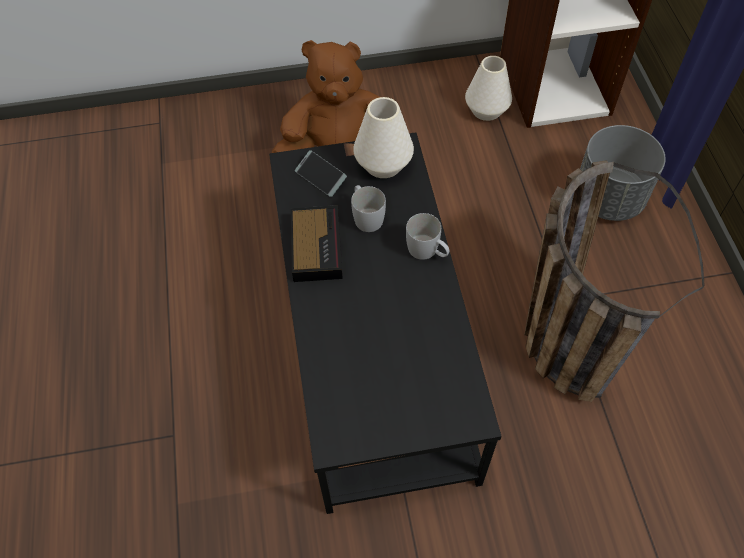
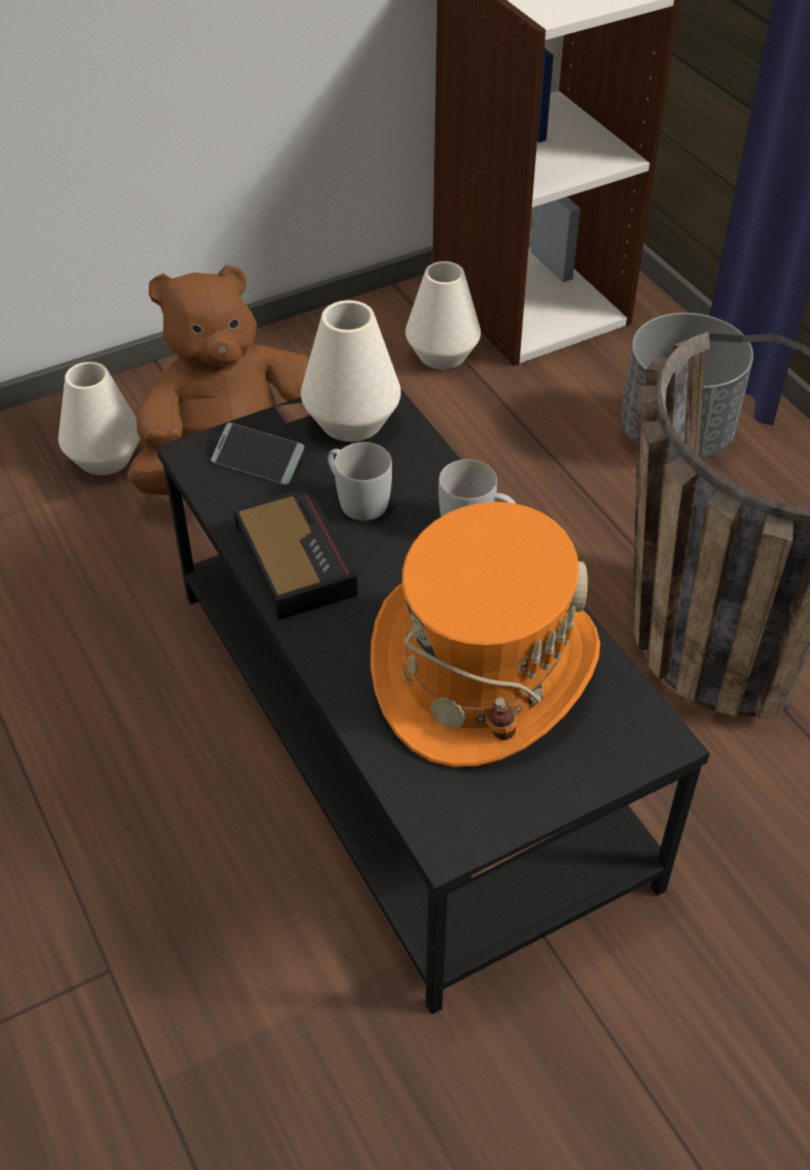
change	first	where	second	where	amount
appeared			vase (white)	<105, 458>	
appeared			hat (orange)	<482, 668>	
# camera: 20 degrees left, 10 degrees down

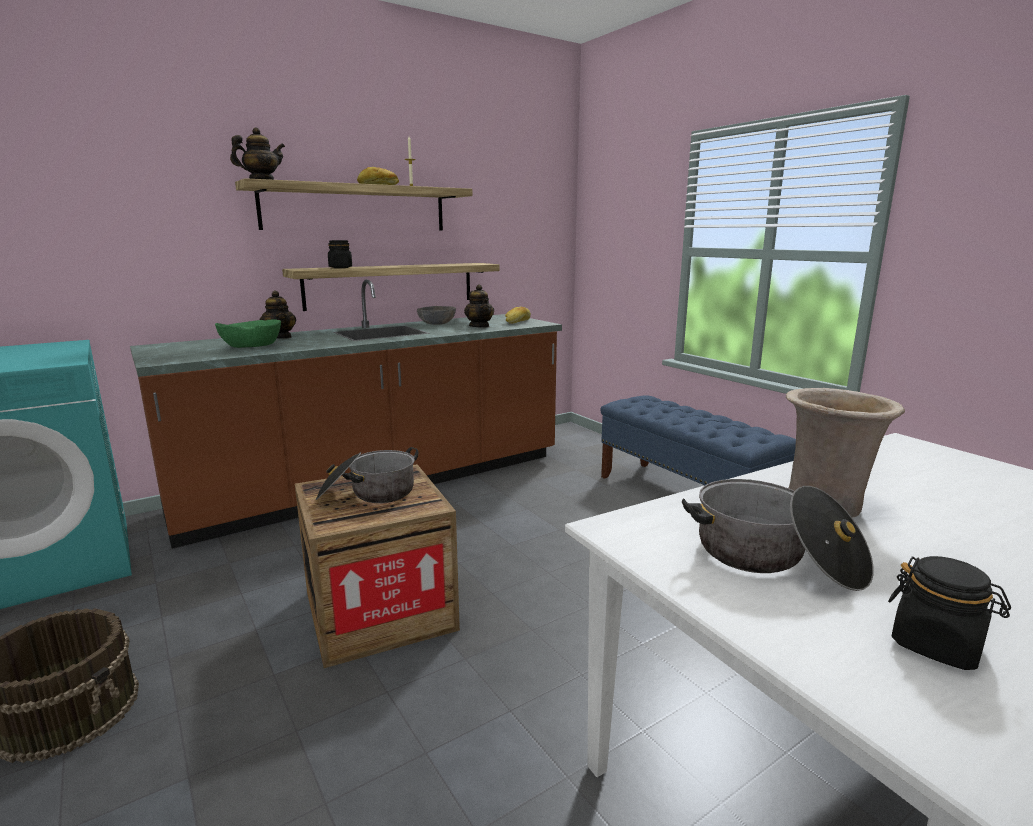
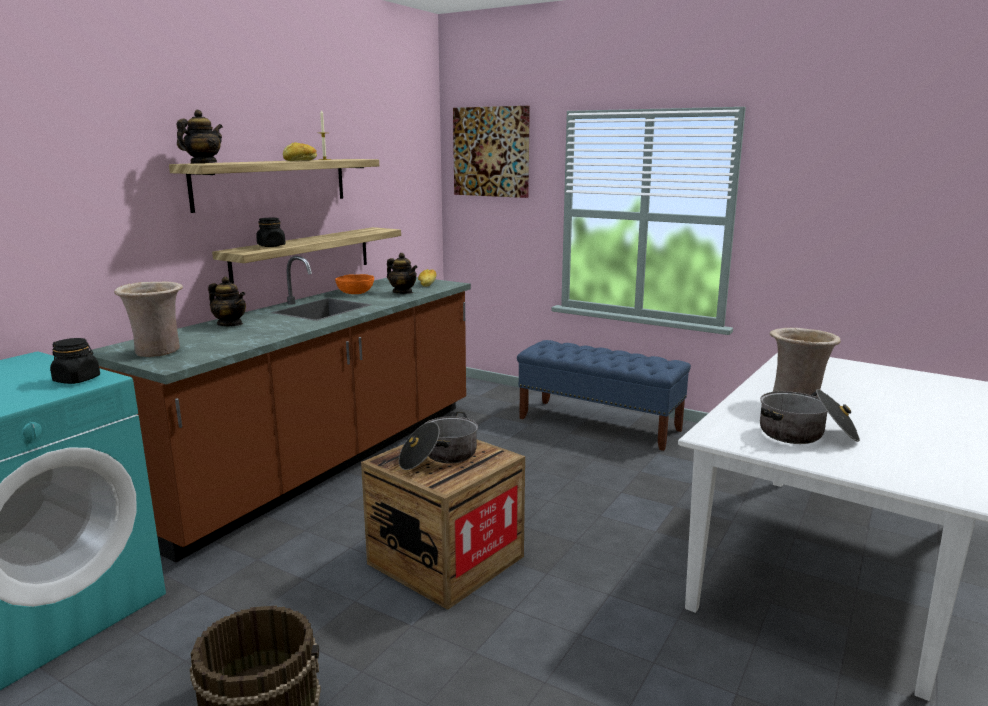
change	first	where	second	where	amount
relocated	jar (black)	<936, 645>		<77, 380>	
appeared			vase (beige)	<159, 352>	
colour	bowl (grey)	<437, 324>	bowl (orange)	<355, 293>	
appeared			picture	<491, 152>	
missing	bowl (green)	<251, 347>			
# camera: 25 degrees left, 0 degrees up

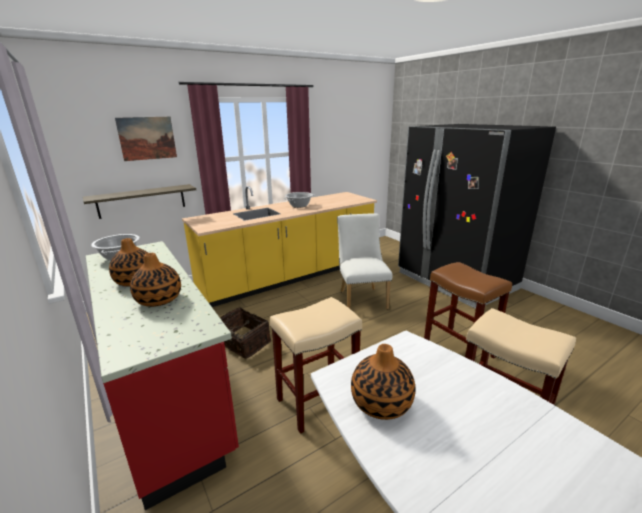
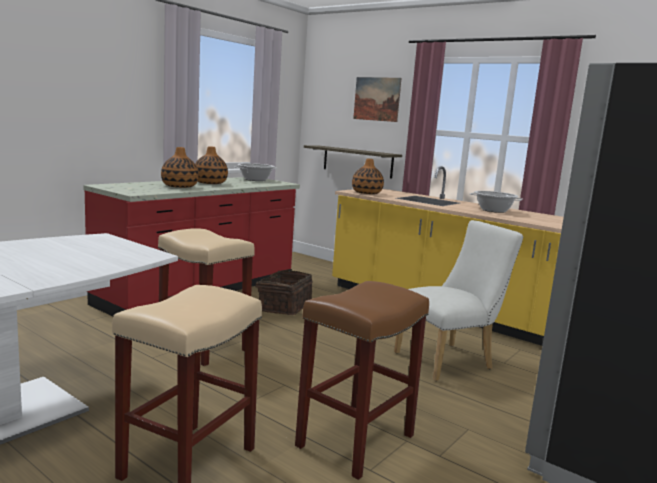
change	first	where	second	where	amount
relocated	vase	<381, 403>		<366, 193>	
# camera: 70 degrees right, 10 degrees down

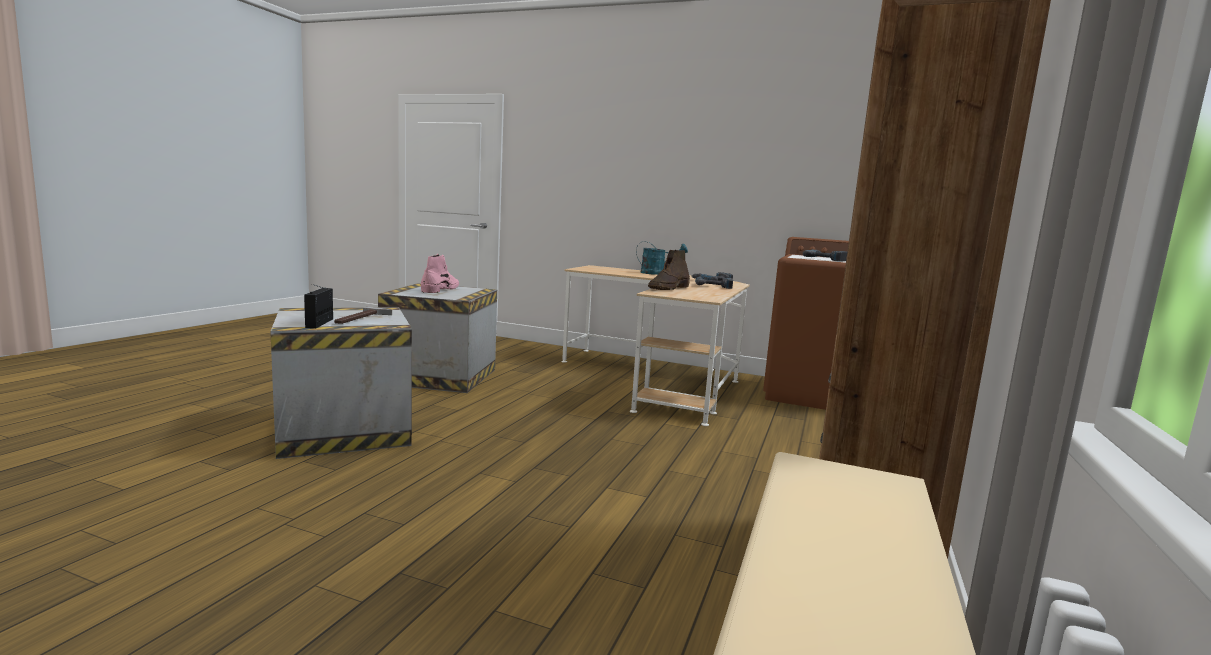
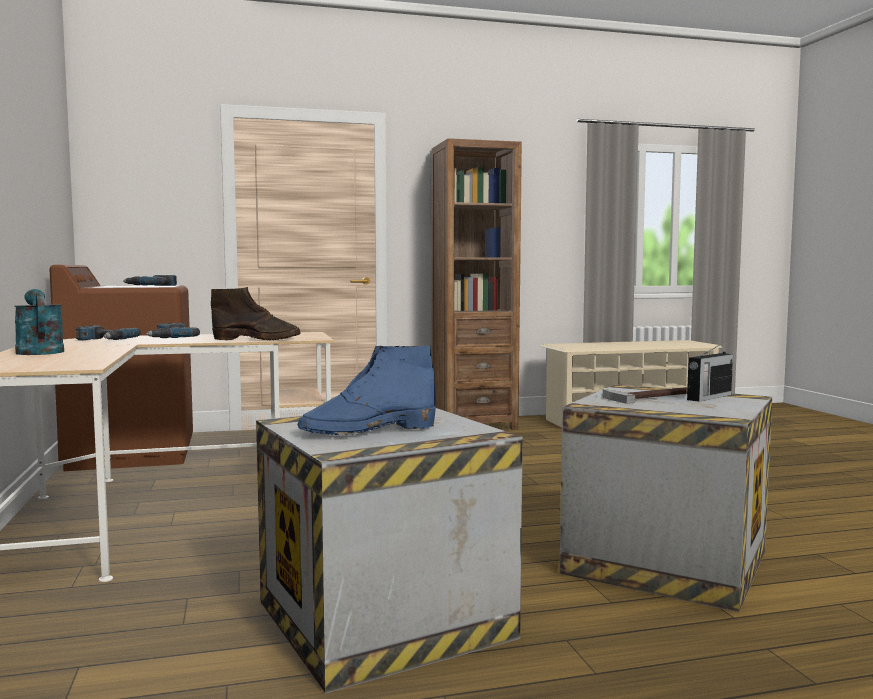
change	first	where	second	where	amount
colour	boot (pink)	<440, 289>	boot (blue)	<367, 431>	
# camera: 125 degrees left, 5 degrees down

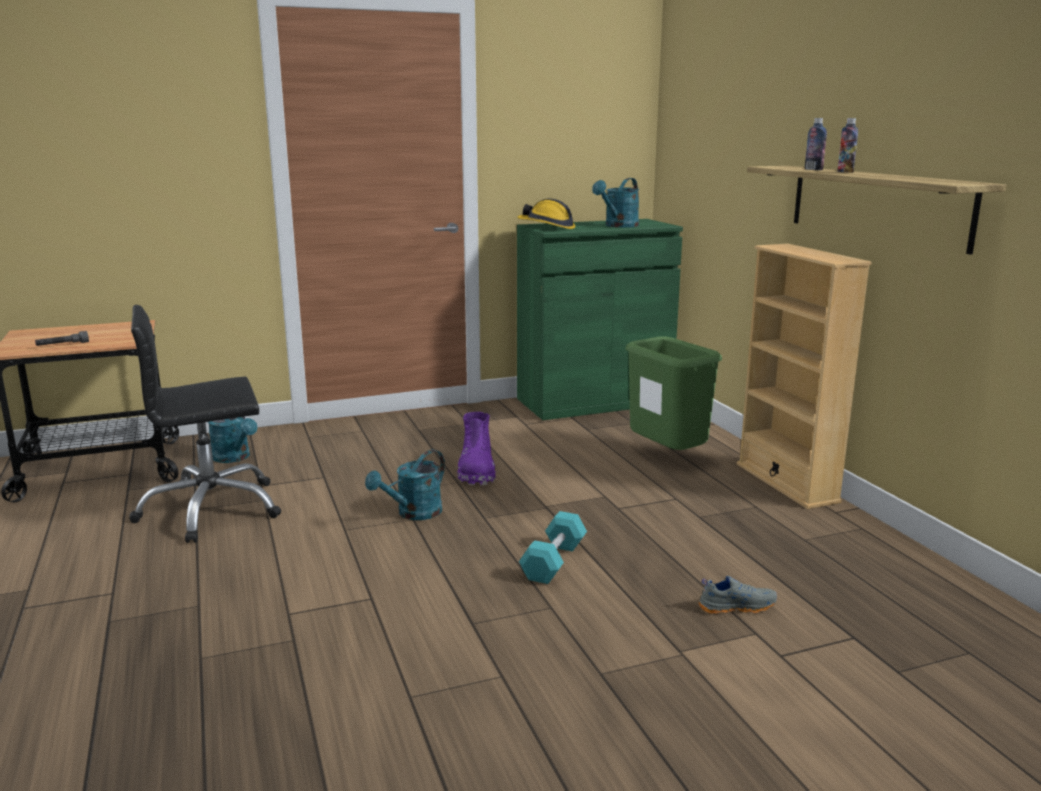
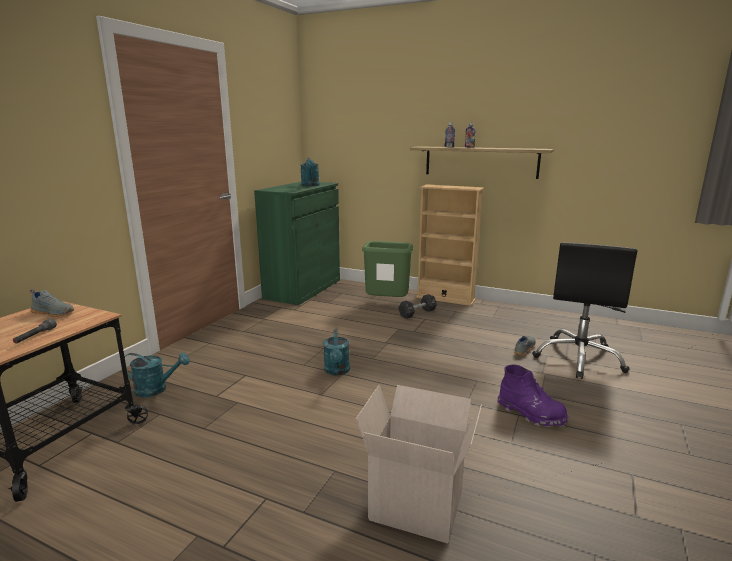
change	first	where	second	where	amount
appeared			shoe (grey)	<54, 313>	
appeared			cardboard box	<418, 504>	
appeared			dumbbell (black)	<417, 313>	
relocated	boot (purple)	<476, 472>		<531, 414>	
relocated	office chair (black)	<210, 509>		<579, 358>	
missing	hard hat	<547, 227>			
missing	dumbbell (turquoise)	<553, 561>			
# camera: 45 degrees left, 0 degrees up

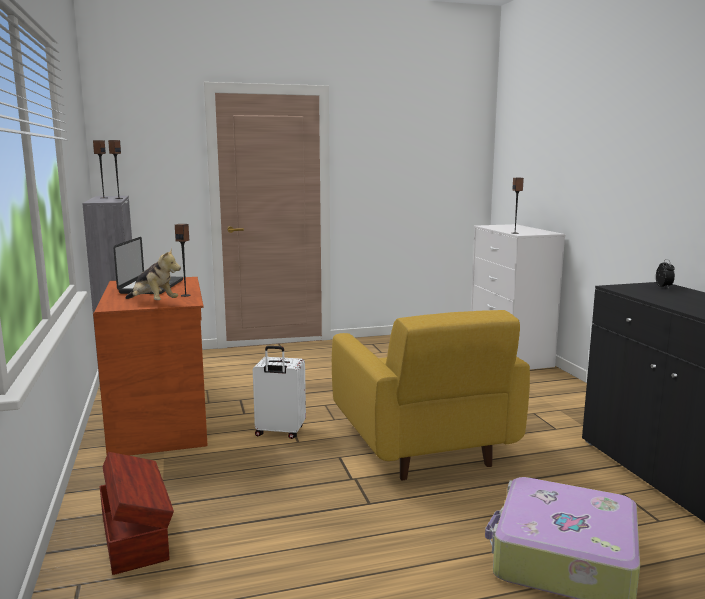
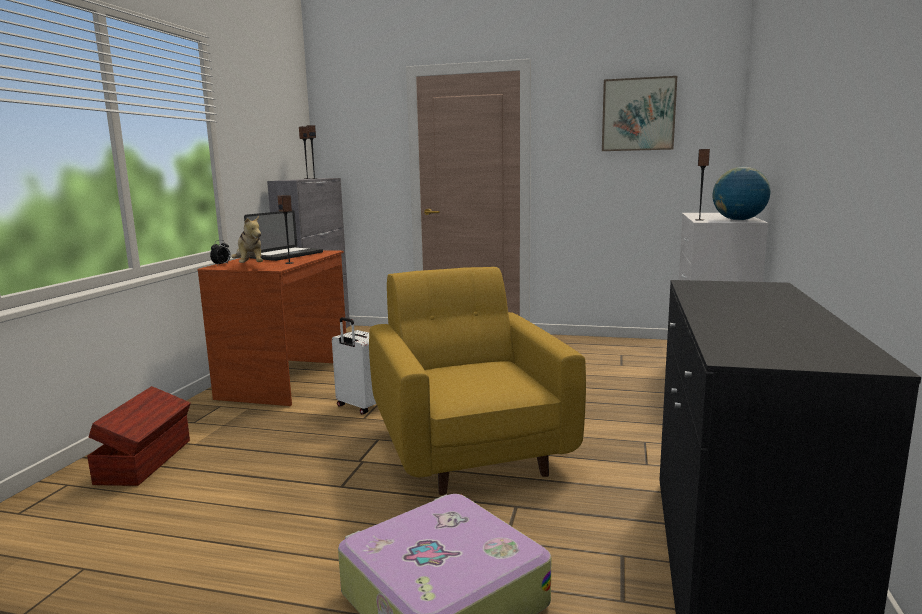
change	first	where	second	where	amount
relocated	alarm clock	<664, 287>		<221, 265>	
spun	armchair (yellow)	<422, 445>		<469, 447>	150 degrees clockwise
appeared			picture	<638, 114>	
appeared			globe	<738, 220>	
# camera: 30 degrees right, 0 degrees up

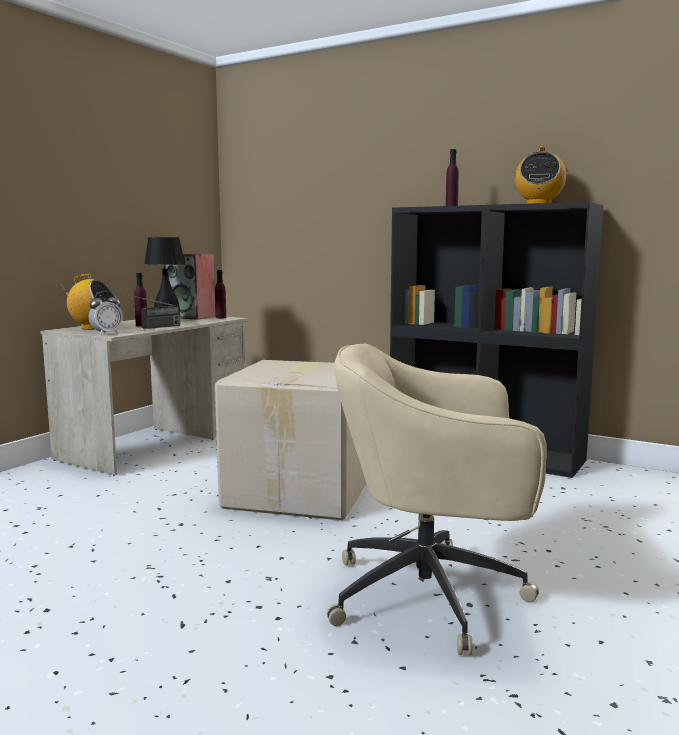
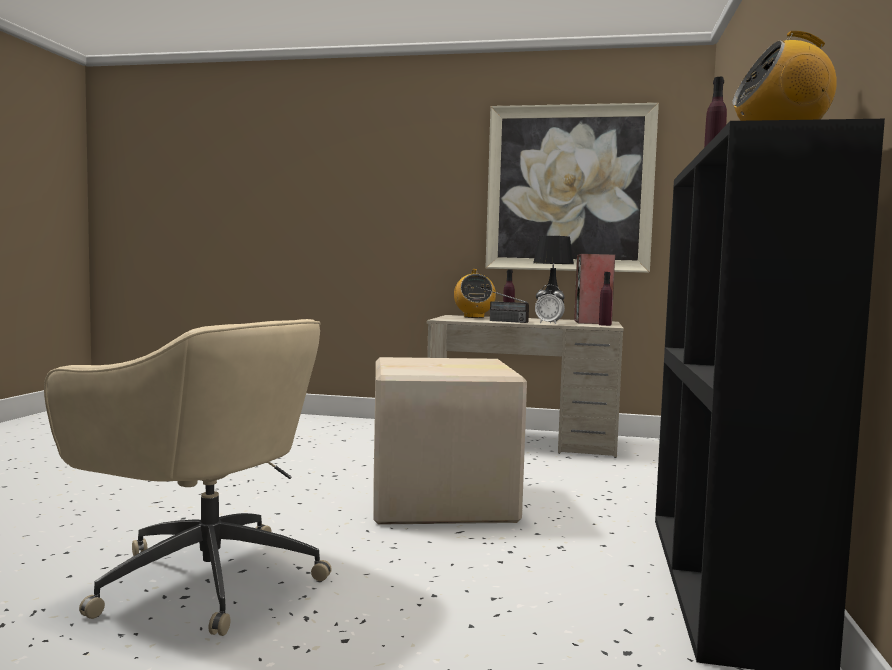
change	first	where	second	where	amount
spun	office chair (beige)	<433, 595>		<204, 578>	135 degrees clockwise
appeared			picture	<569, 189>	
relocated	alarm clock	<106, 333>		<549, 323>	
# camera: 70 degrees right, 5 degrees down

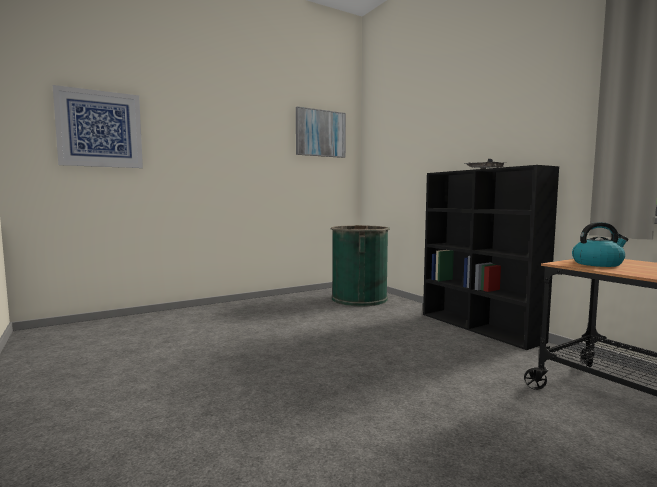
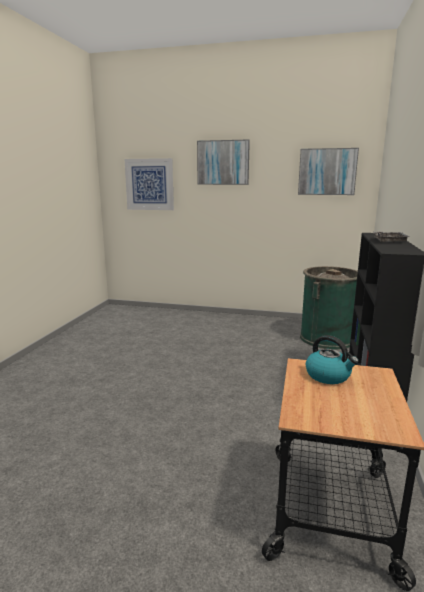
change	first	where	second	where	amount
appeared			picture	<223, 162>	
# camera: 45 degrees right, 10 degrees up

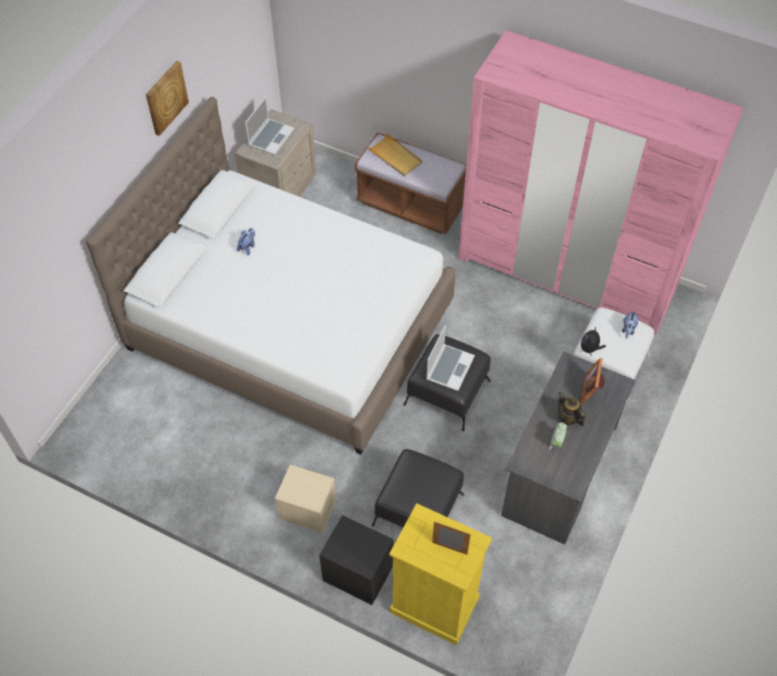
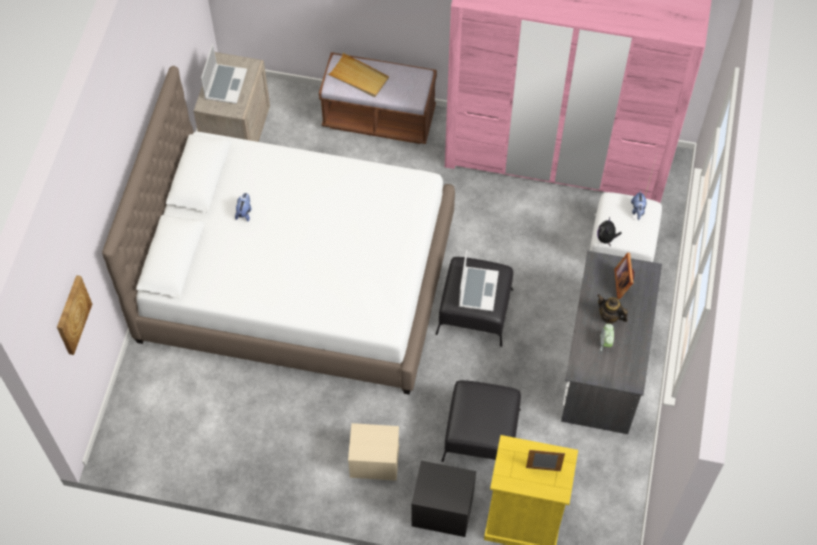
change	first	where	second	where	amount
relocated	picture	<165, 97>		<72, 314>	
# camera: 15 degrees left, 5 degrees up

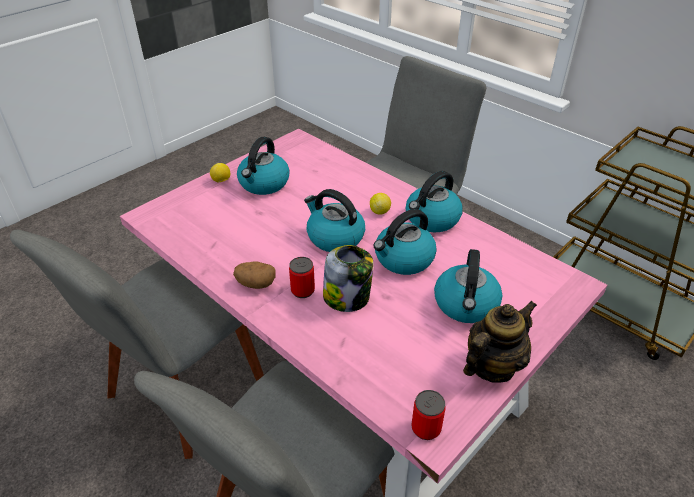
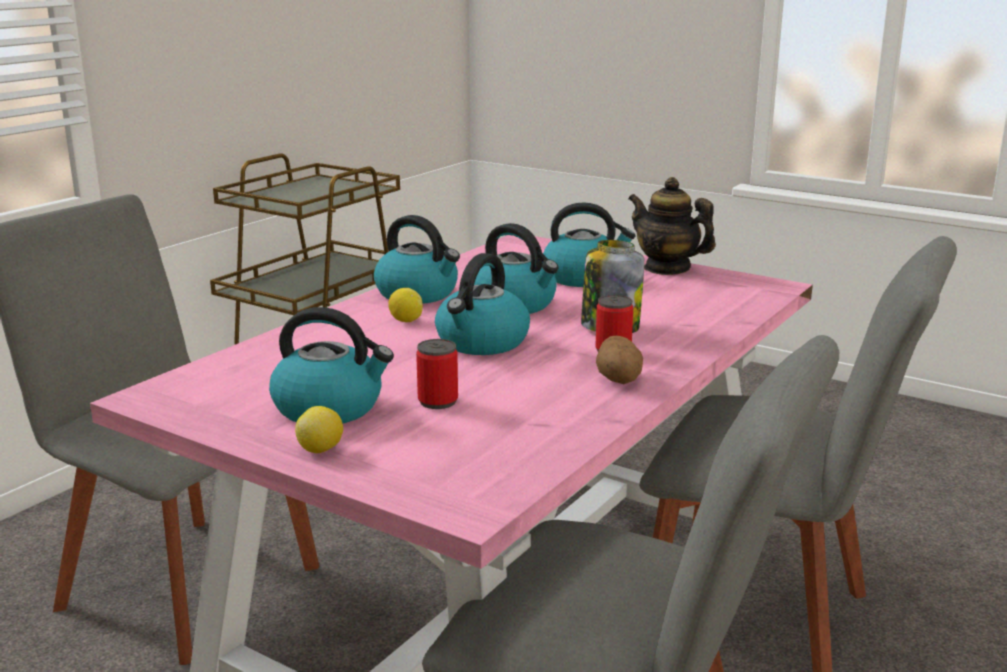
change	first	where	second	where	amount
relocated	can	<426, 428>		<438, 401>	
# camera: 100 degrees left, 20 degrees down

